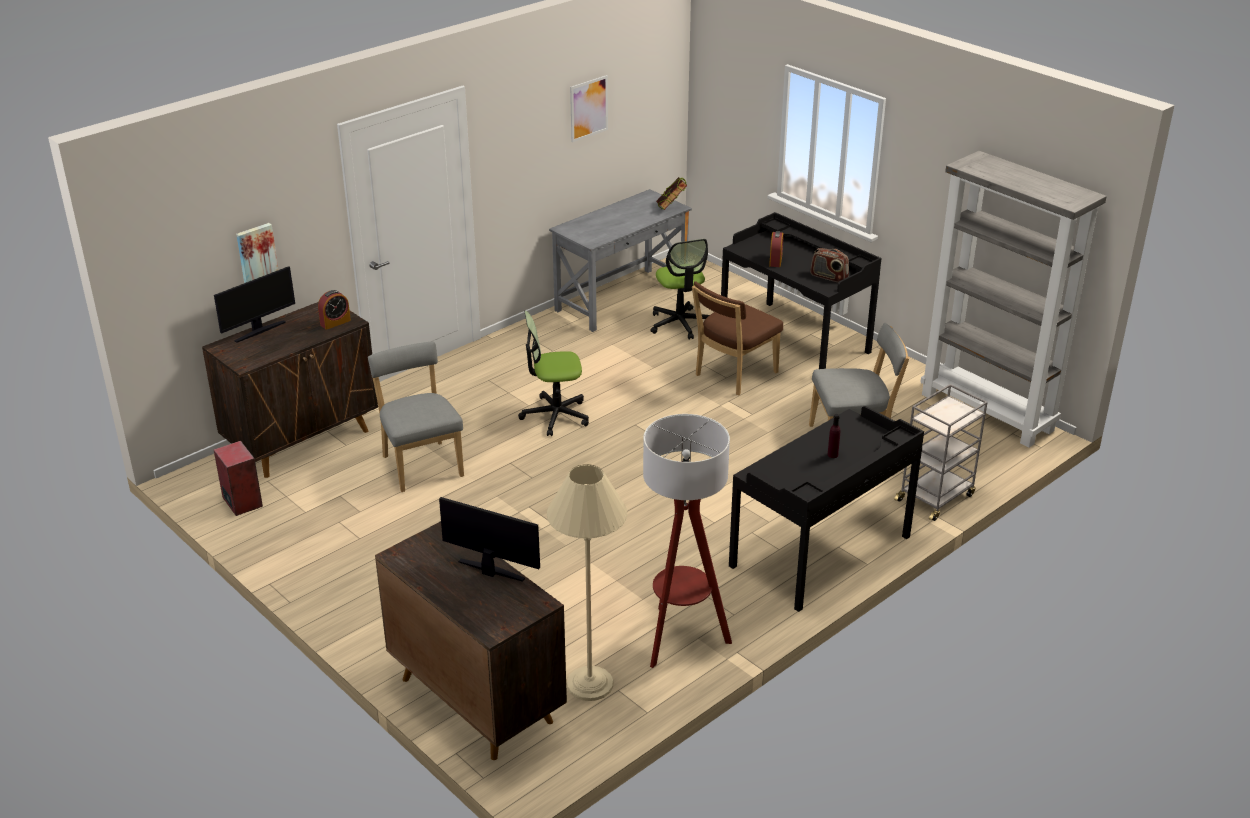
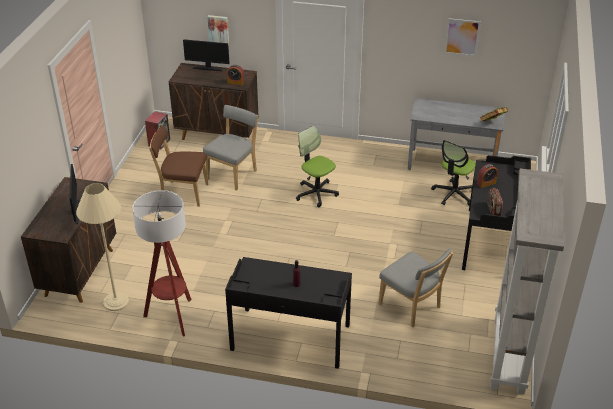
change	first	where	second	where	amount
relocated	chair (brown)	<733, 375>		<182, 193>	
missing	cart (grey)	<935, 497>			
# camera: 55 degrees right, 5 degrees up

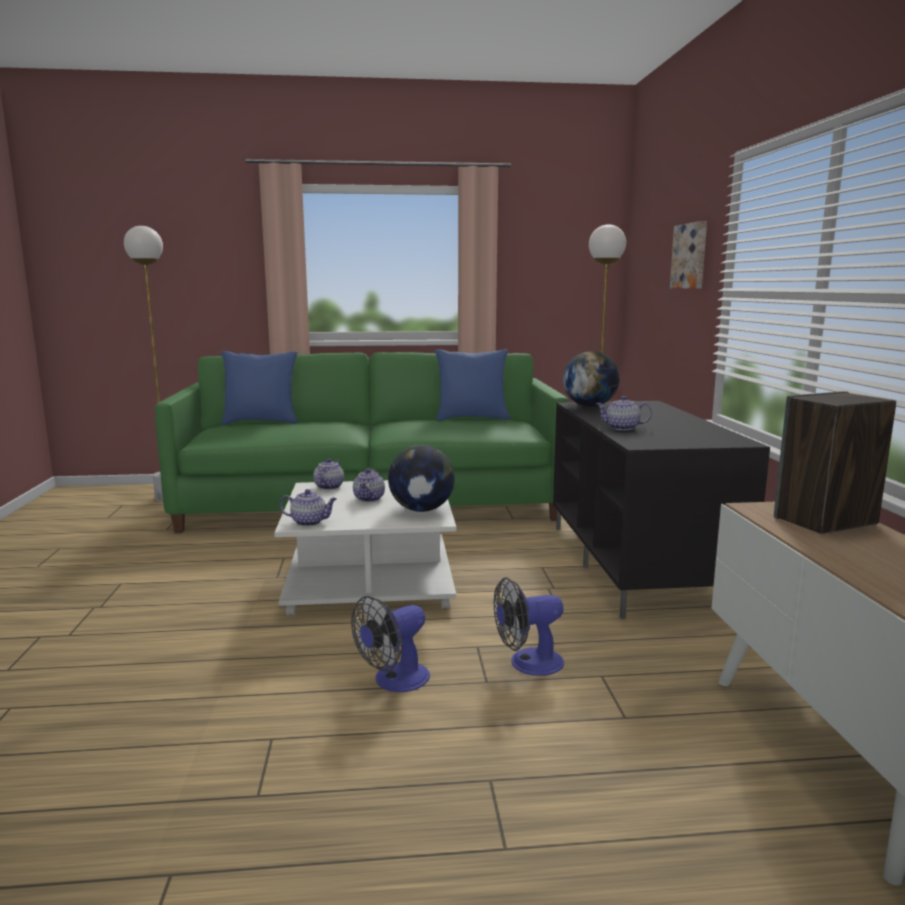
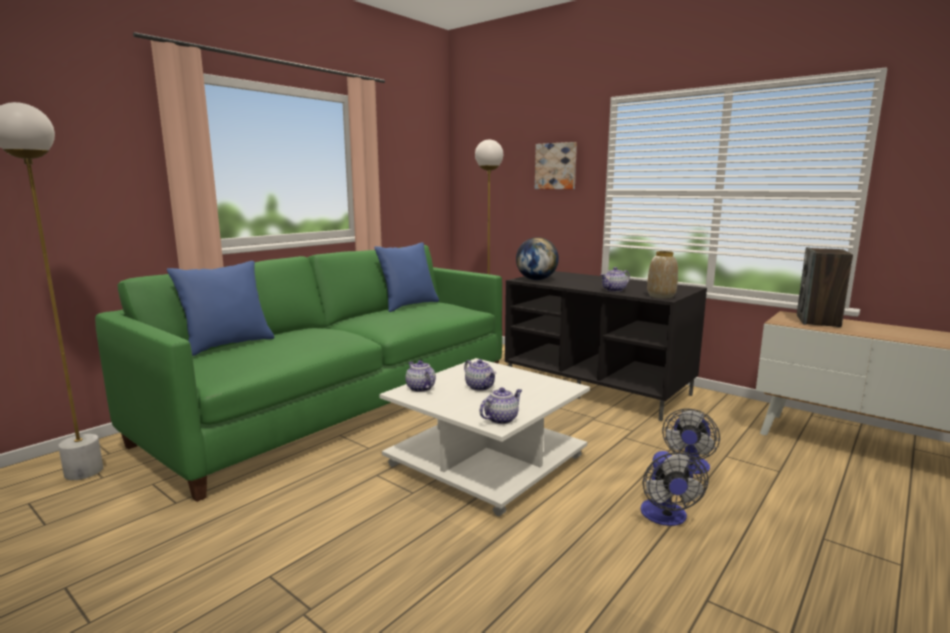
change	first	where	second	where	amount
appeared			vase	<661, 296>	
missing	globe	<421, 510>			
# camera: 45 degrees left, 0 degrees up

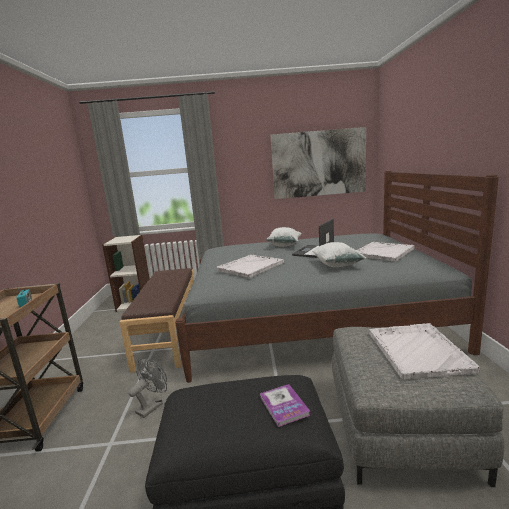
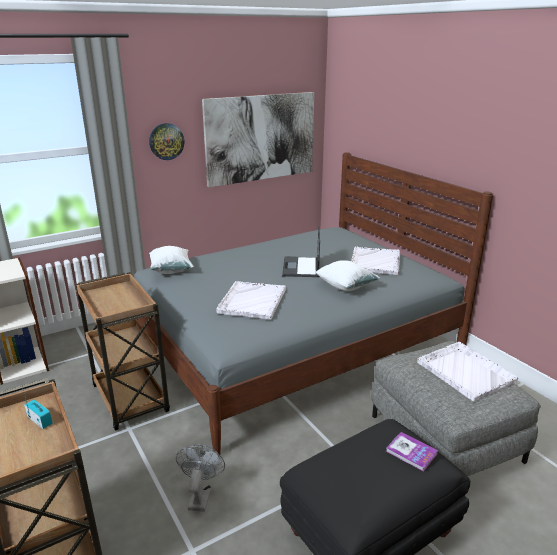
change	first	where	second	where	amount
exchanged	bench (brown)	<170, 333>	cart (brown)	<131, 400>	
appeared			wall clock	<166, 141>	
relocated	pillow (white)	<285, 245>		<171, 270>	
# camera: 30 degrees left, 10 degrees up

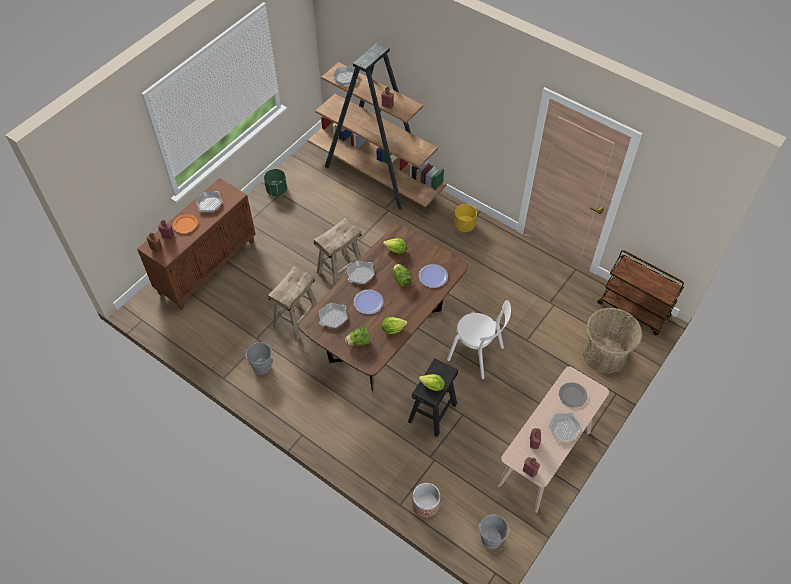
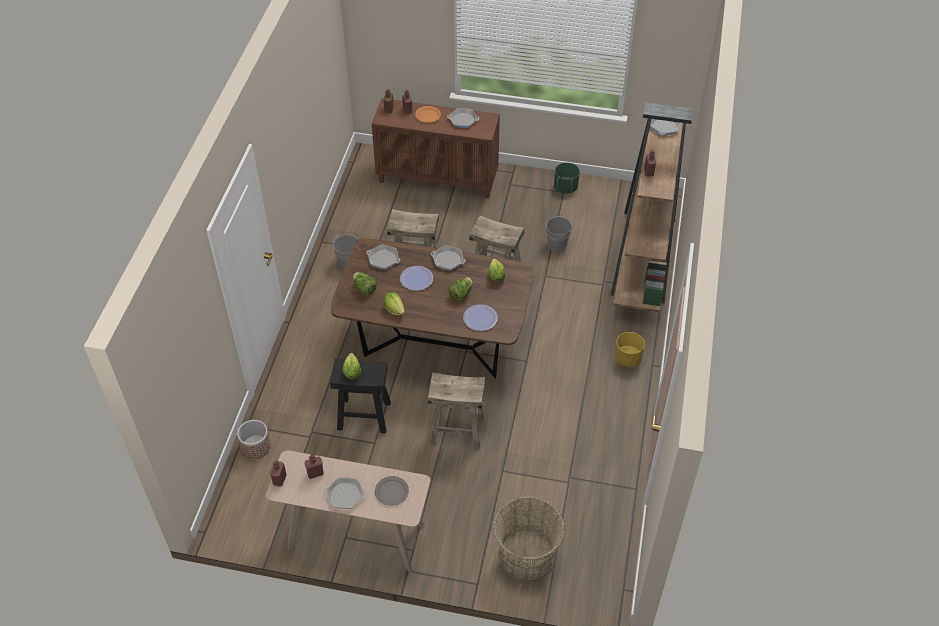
change	first	where	second	where	amount
exchanged	chair (white)	<478, 354>	stool (beige)	<456, 431>	
relocated	bucket (grey)	<490, 541>		<554, 245>	
missing	cart (brown)	<634, 310>			
# camera: 65 degrees right, 5 degrees down

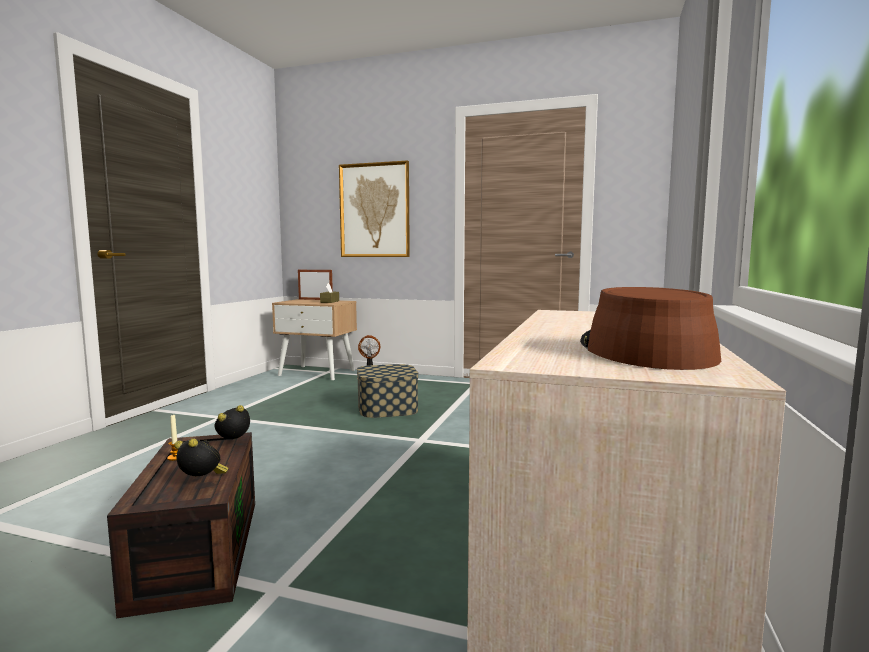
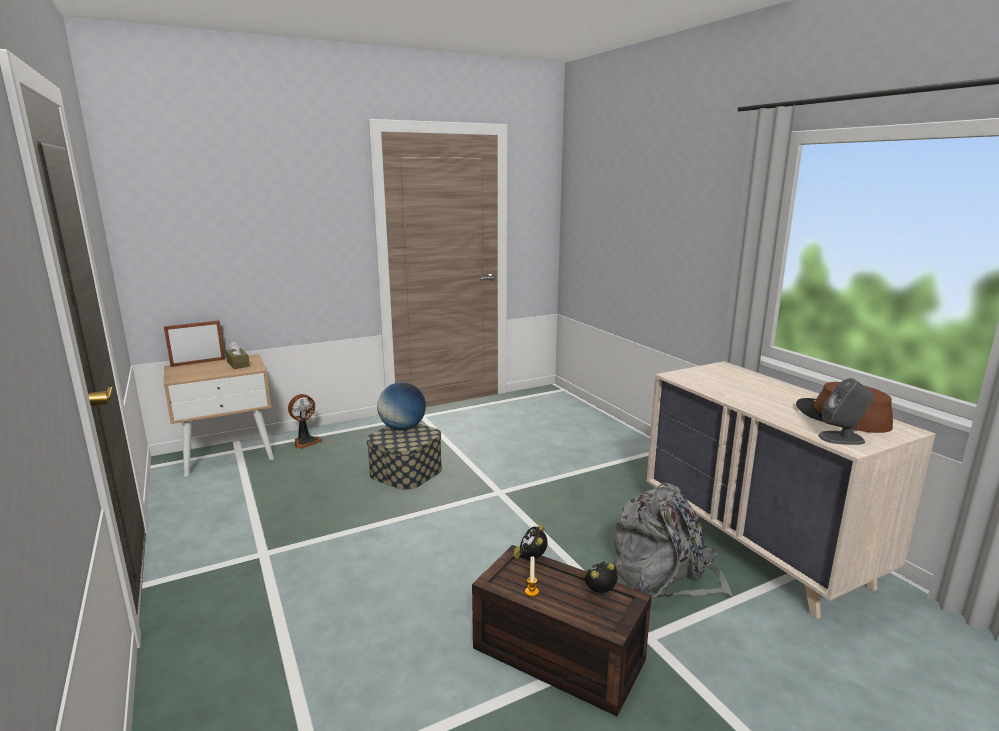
change	first	where	second	where	amount
appeared			globe	<402, 428>	
appeared			backpack (grey)	<664, 576>	
appeared			speaker (grey)	<842, 438>	
missing	picture	<374, 210>			
# camera: 45 degrees left, 10 degrees up

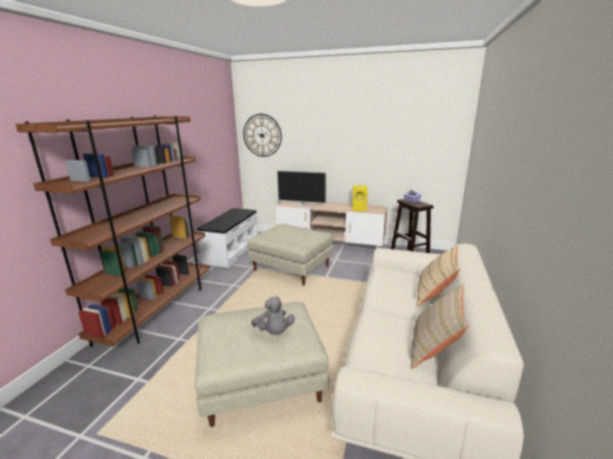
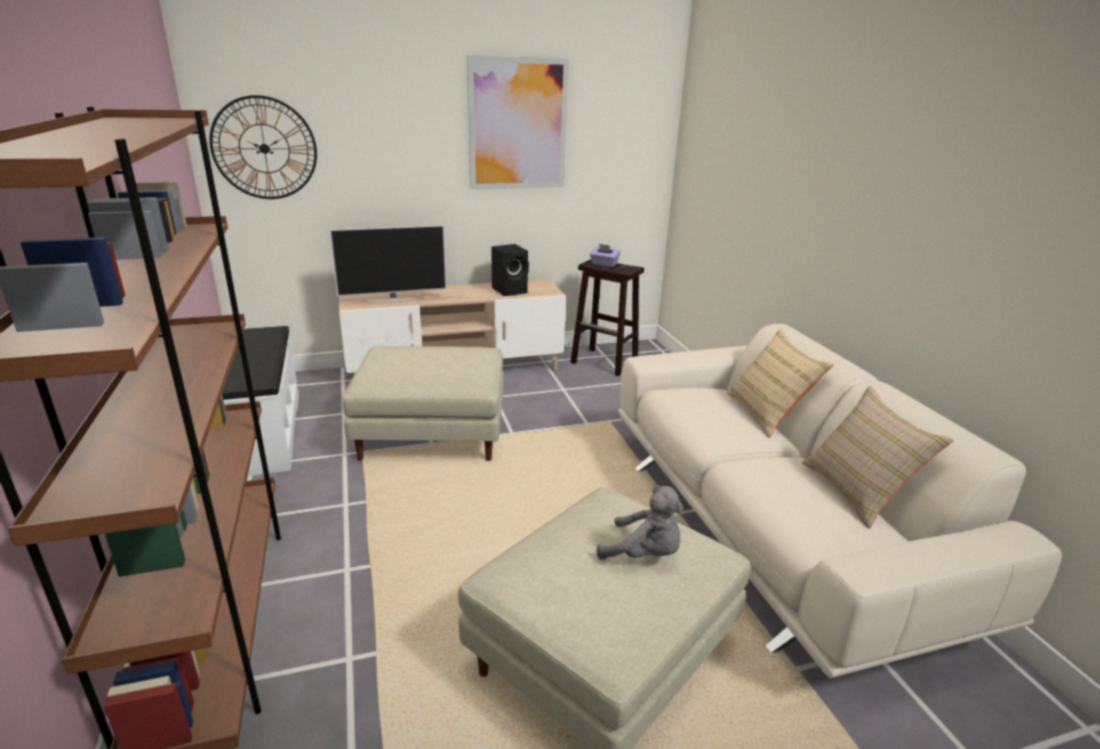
change	first	where	second	where	amount
appeared			picture	<518, 125>	
colour	speaker (yellow)	<359, 208>	speaker (black)	<510, 290>	
# camera: 35 degrees left, 5 degrees up

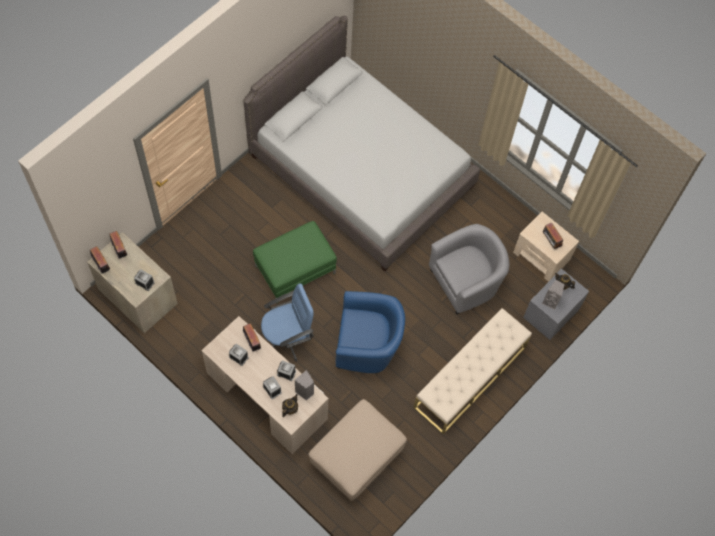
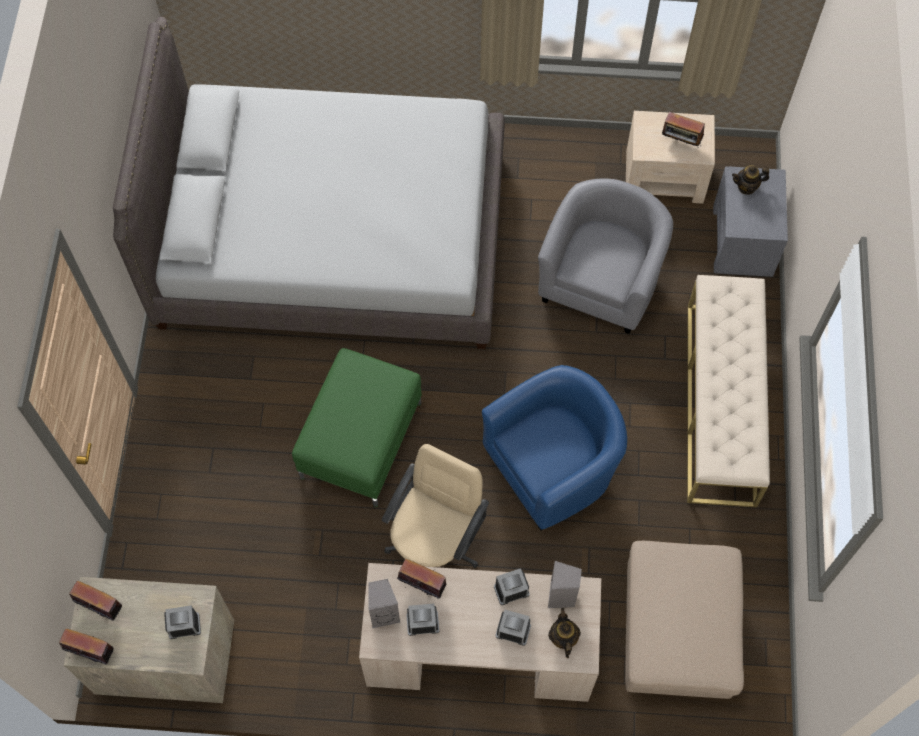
change	first	where	second	where	amount
relocated	speaker (grey)	<551, 301>		<384, 613>	
colour	office chair (blue)	<287, 338>	office chair (beige)	<435, 543>	
# camera: 35 degrees left, 0 degrees up

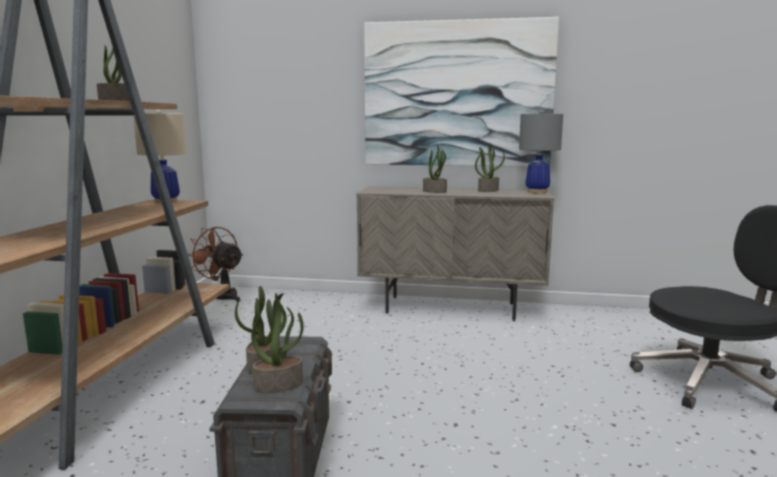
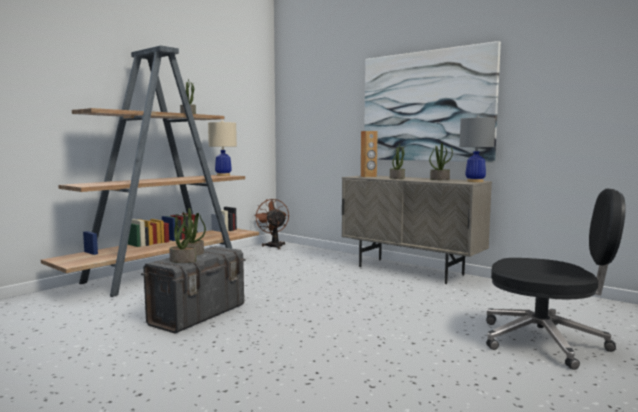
change	first	where	second	where	amount
appeared			speaker (brown)	<368, 176>	
# camera: 30 degrees right, 5 degrees down

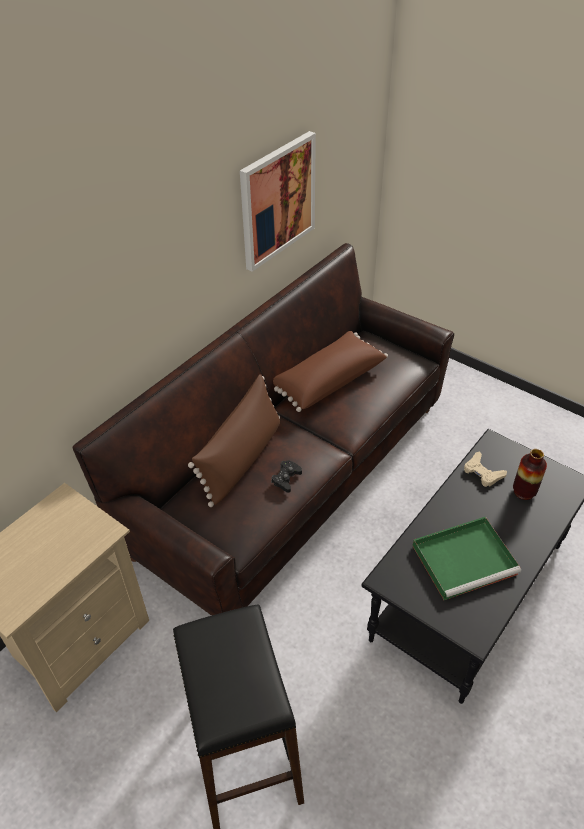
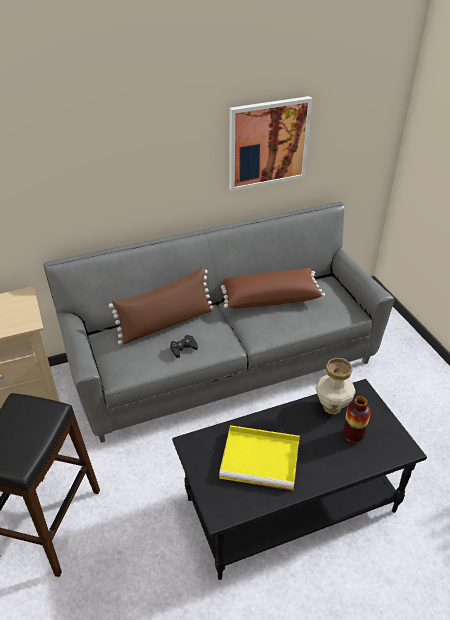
change	first	where	second	where	amount
colour	sofa (brown)	<292, 477>	sofa (grey)	<224, 365>	
colour	tray (green)	<465, 558>	tray (yellow)	<262, 459>	
exchanged	game controller (beige)	<482, 472>	vase	<331, 407>	
# camera: 30 degrees right, 5 degrees down

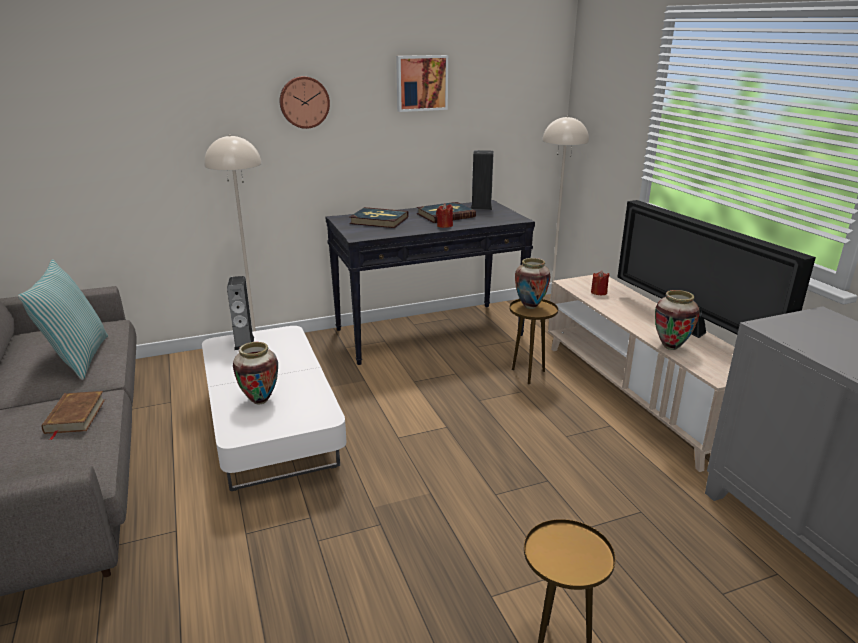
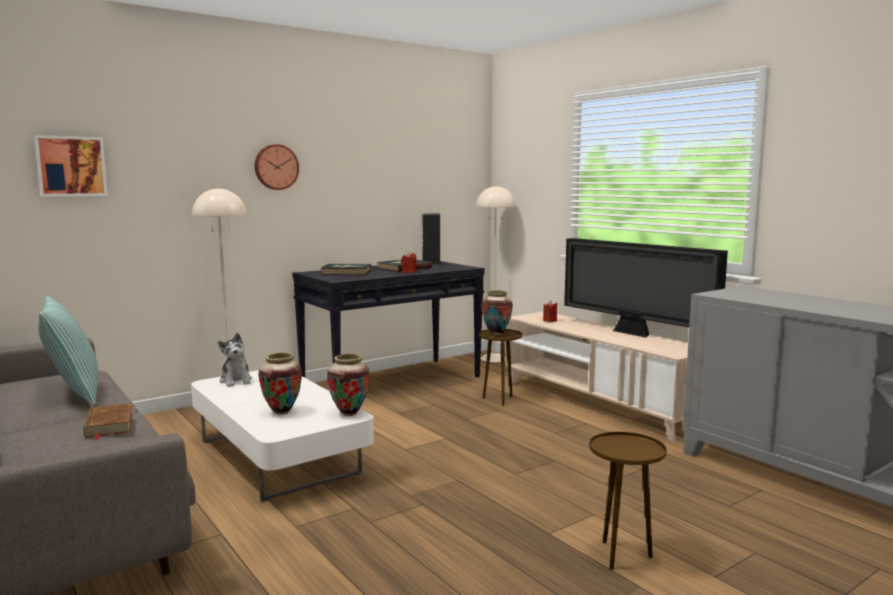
change	first	where	second	where	amount
relocated	picture	<421, 83>		<71, 166>	
exchanged	speaker	<244, 343>	plush toy	<236, 380>	
relocated	vase	<671, 347>		<349, 413>	
# camera: 15 degrees left, 15 degrees down

